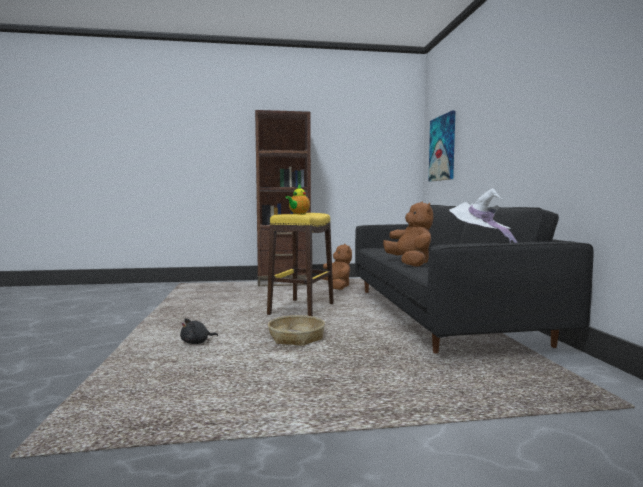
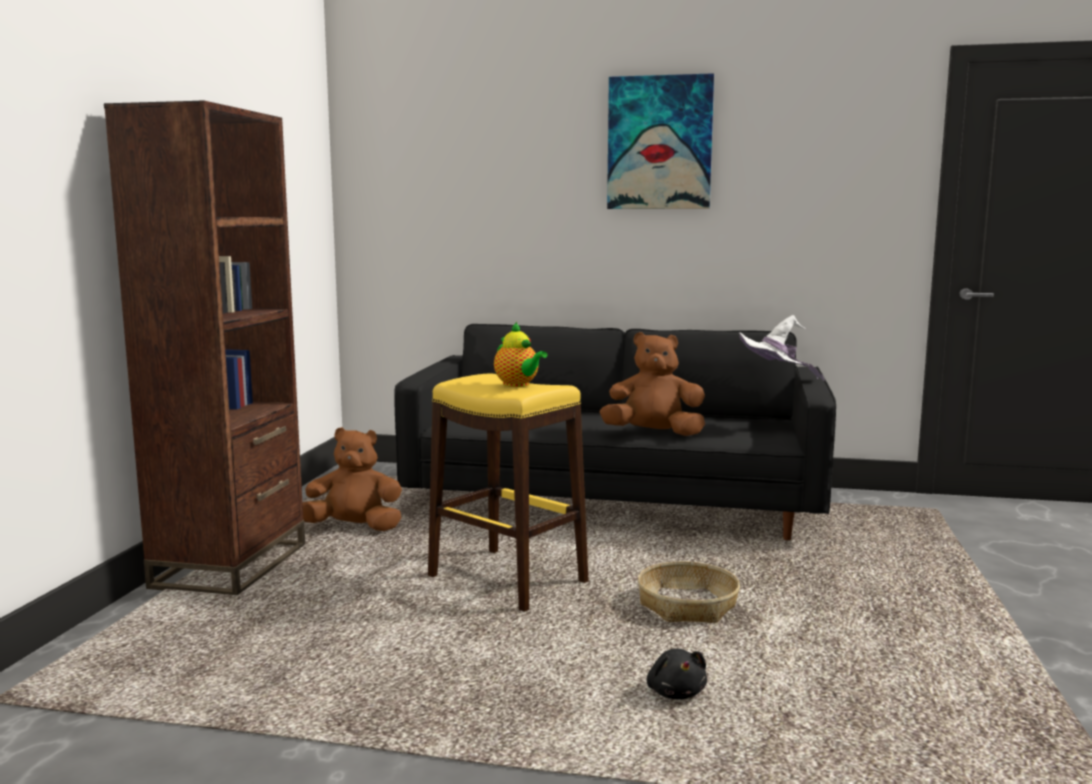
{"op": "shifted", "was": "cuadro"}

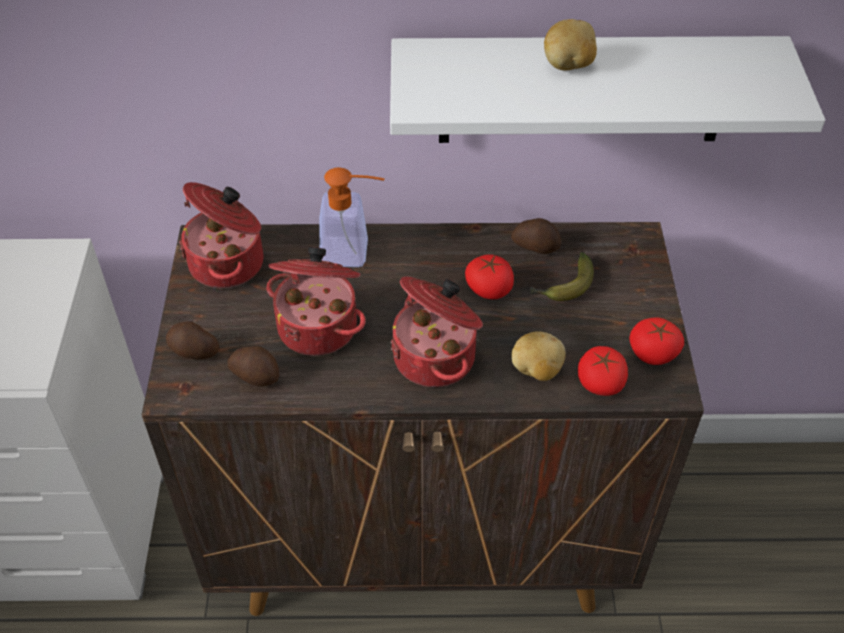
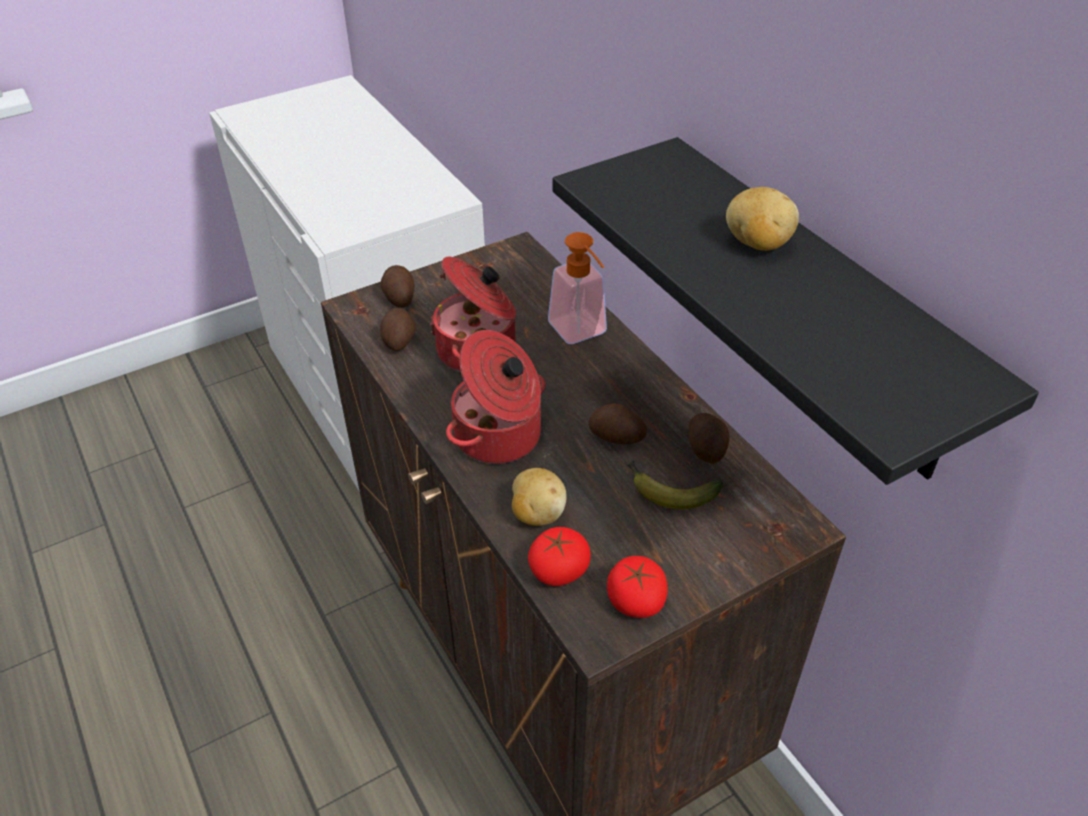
{"op": "repainted", "was": "estante [blanco]", "now": "estante [negro]"}
{"op": "swapped", "was": "tomate (no. 1 from left)", "now": "patata (no. 4 from left)"}
{"op": "gone", "was": "olla (no. 1 from left)"}

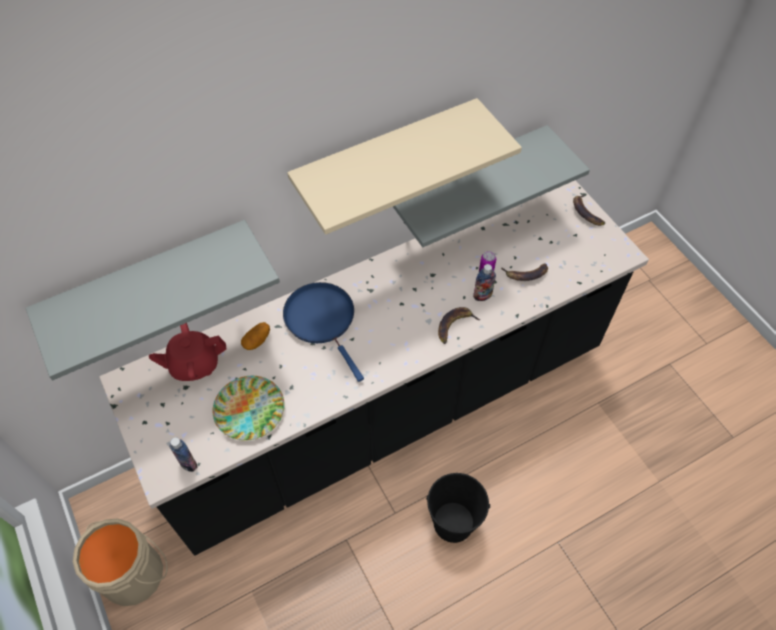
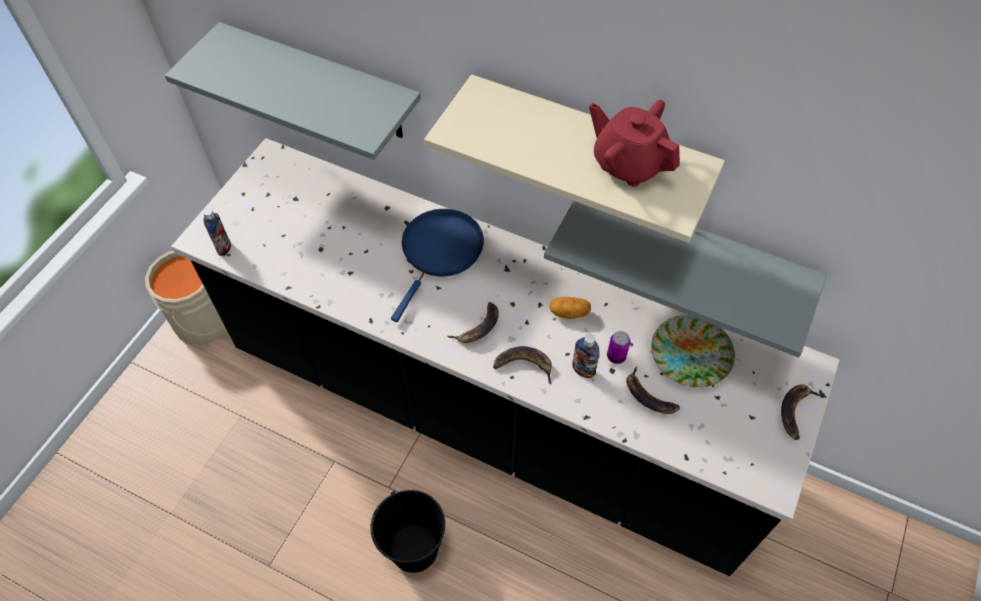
{"op": "new", "now": "plátano (no. 1 from left)"}
{"op": "shifted", "was": "patata"}
{"op": "shifted", "was": "tetera [rojo]"}
{"op": "shifted", "was": "plato"}

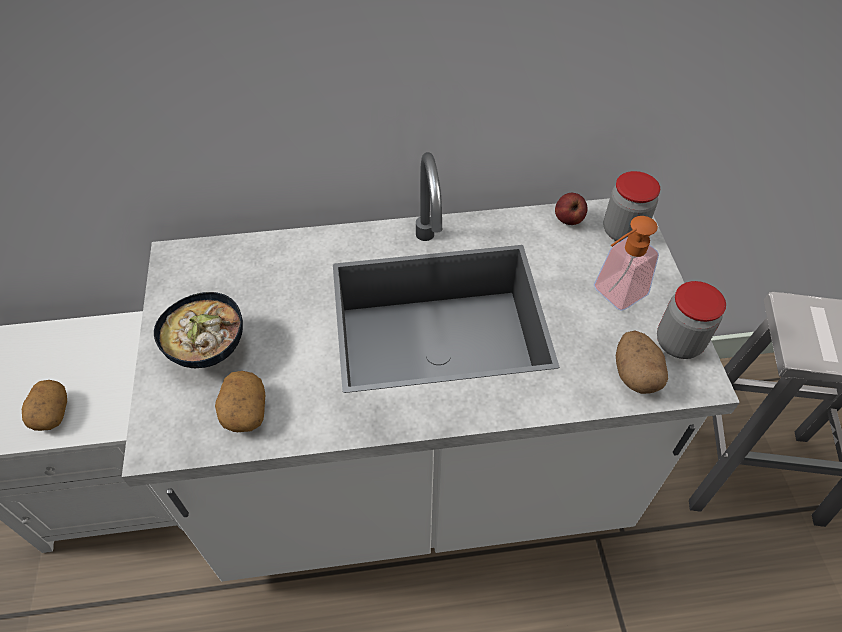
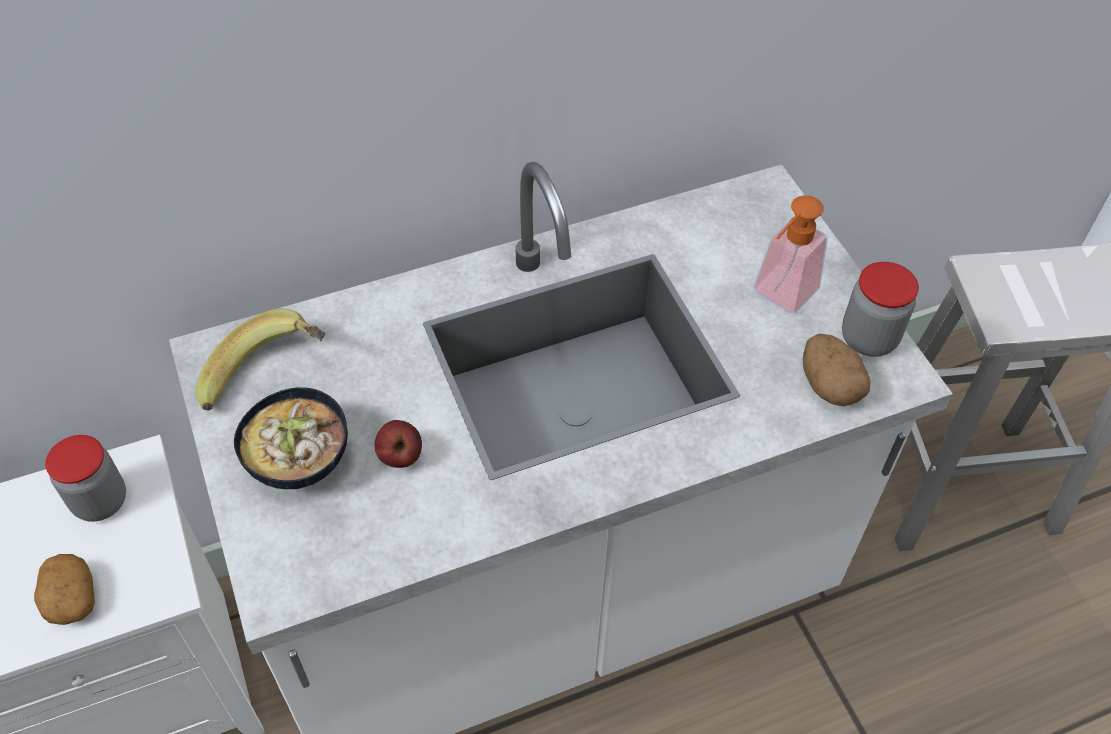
{"op": "shifted", "was": "tarro (no. 1 from left)"}
{"op": "new", "now": "plátano"}
{"op": "shifted", "was": "manzana"}
{"op": "gone", "was": "patata (no. 2 from left)"}

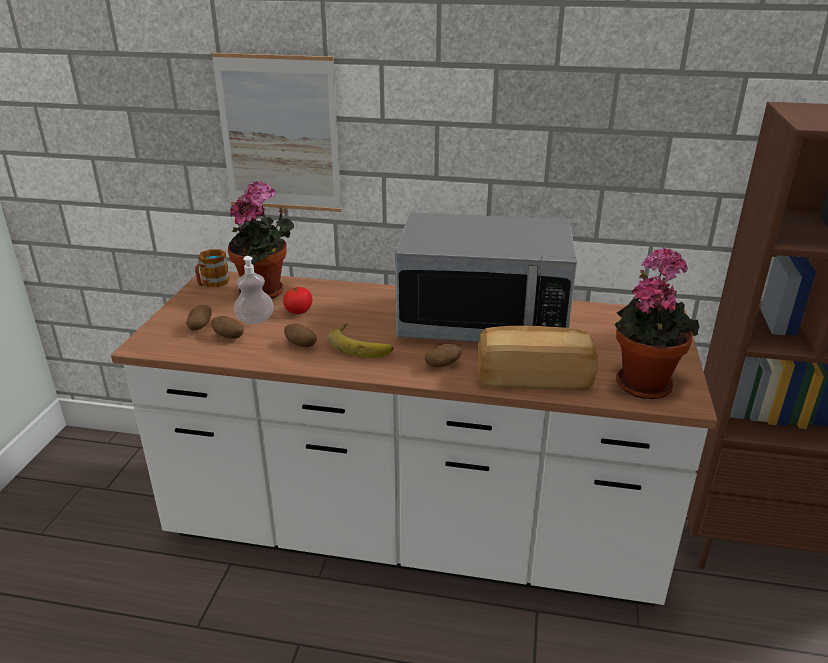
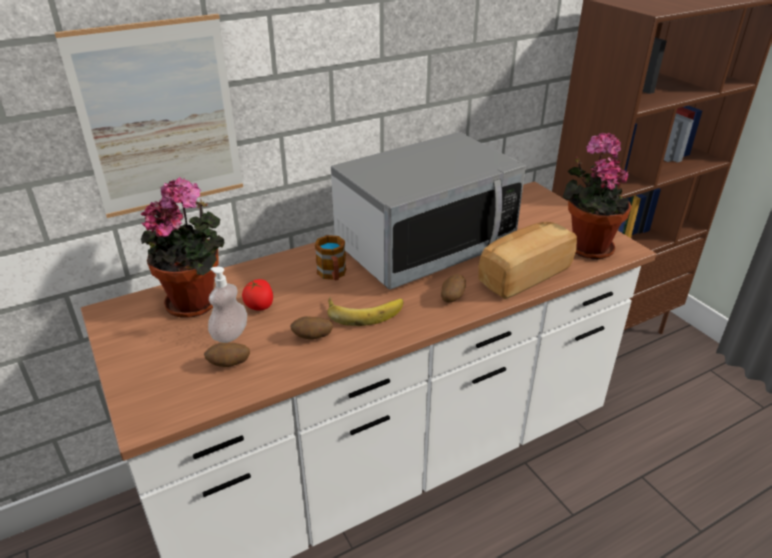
{"op": "shifted", "was": "taza grande"}
{"op": "gone", "was": "patata (no. 1 from left)"}

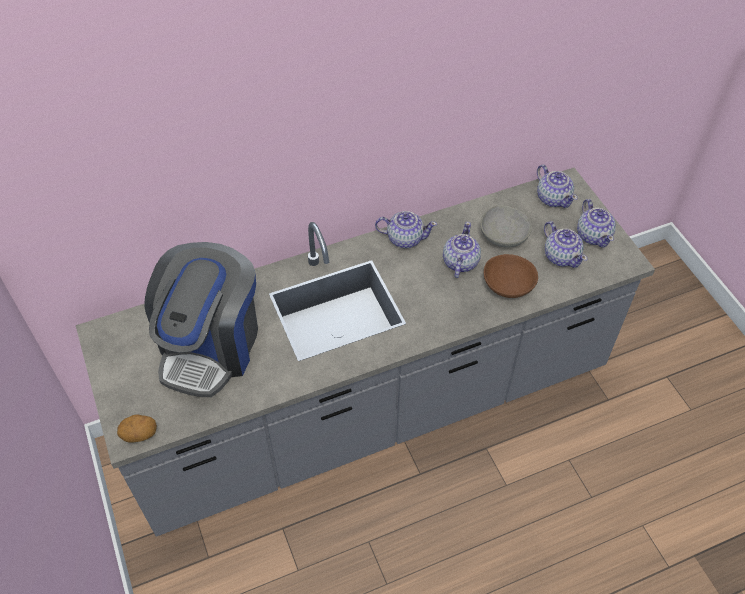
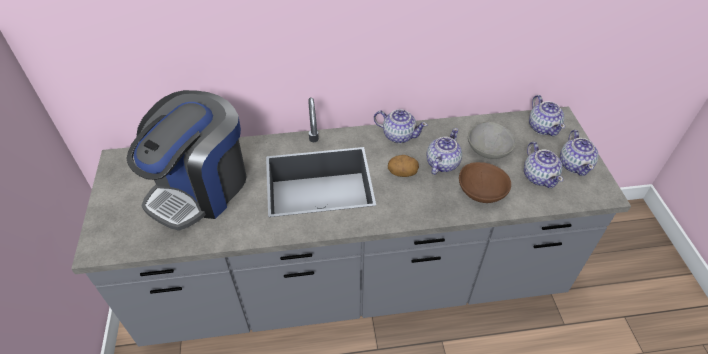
{"op": "shifted", "was": "patata"}

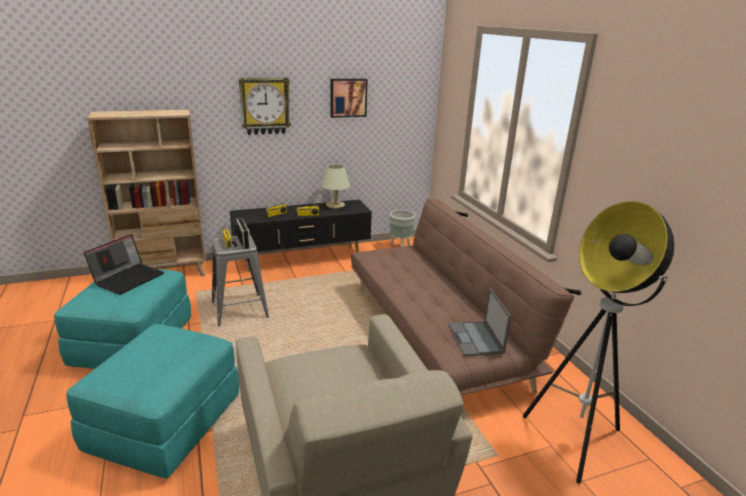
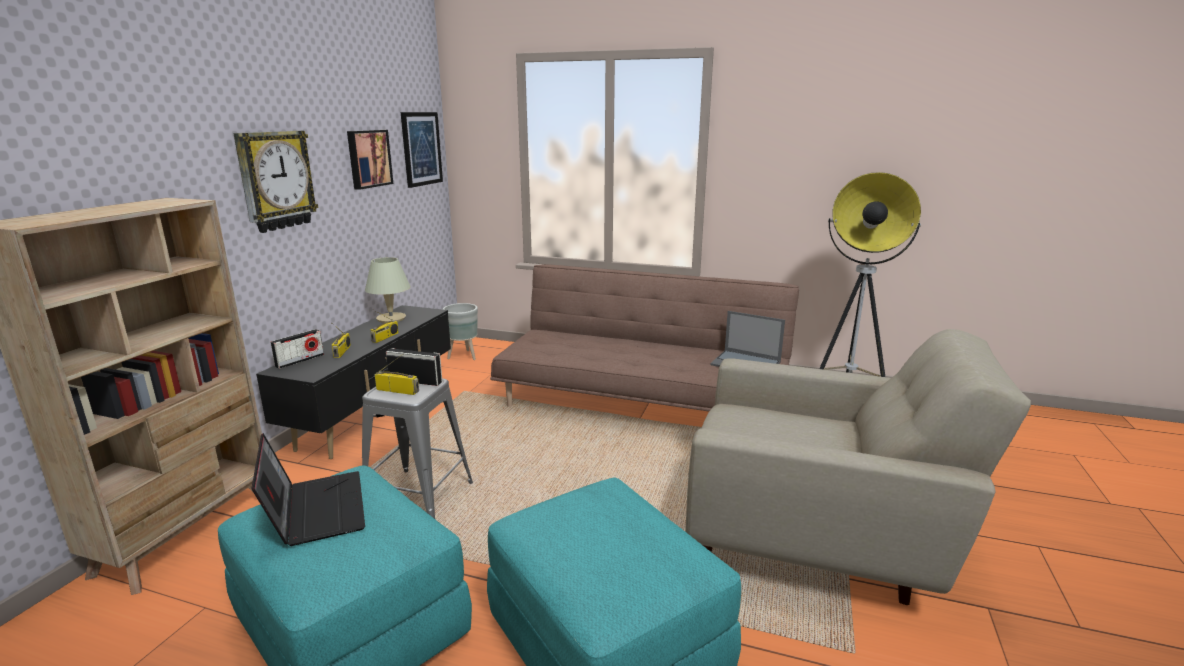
{"op": "new", "now": "radio (no. 1 from left)"}
{"op": "new", "now": "cuadro (no. 2 from left)"}

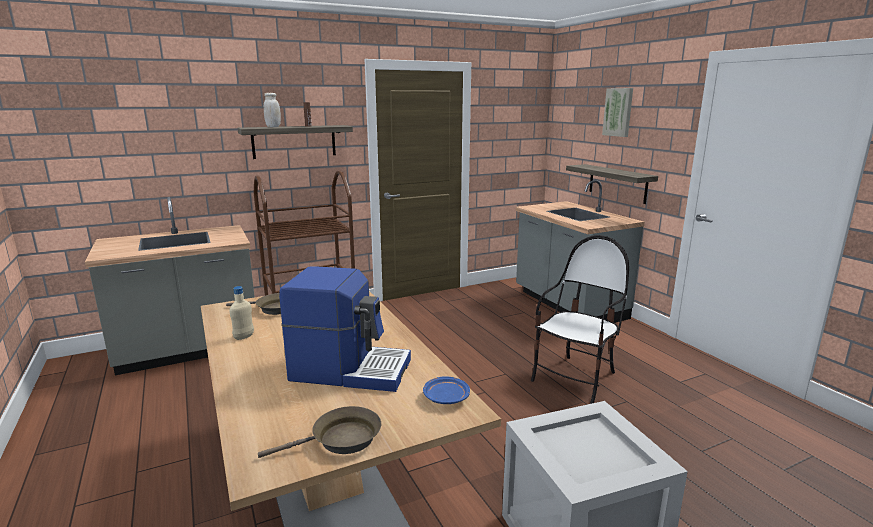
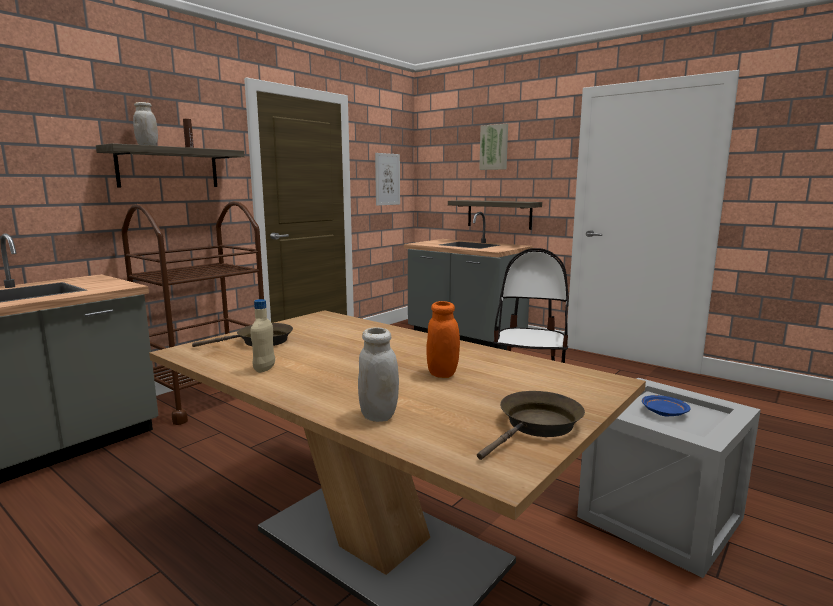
{"op": "new", "now": "tarro [blanco] (no. 2 from left)"}
{"op": "new", "now": "cuadro (no. 1 from left)"}
{"op": "swapped", "was": "cafetera", "now": "tarro [naranja]"}
{"op": "shifted", "was": "plato [azul]"}

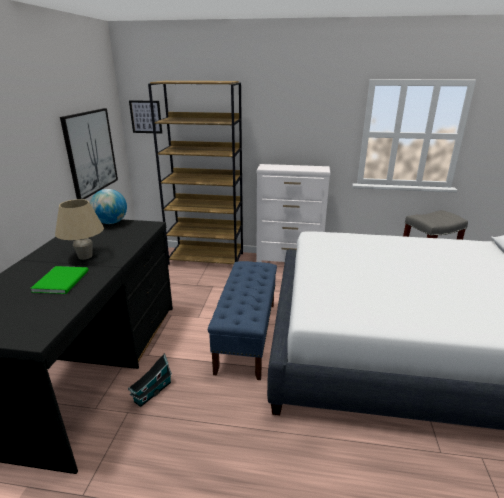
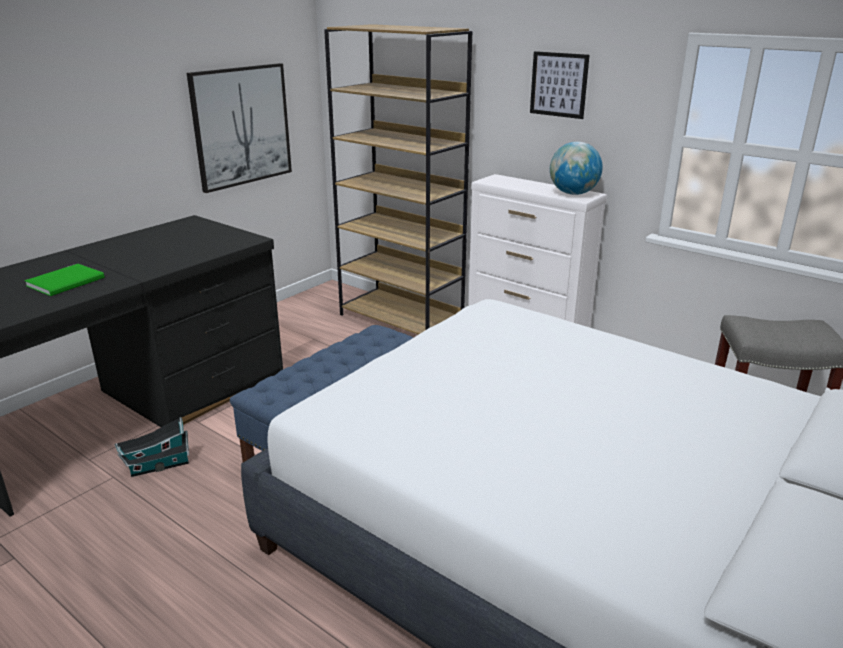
{"op": "shifted", "was": "cuadro (no. 2 from left)"}
{"op": "shifted", "was": "globo terráqueo"}
{"op": "gone", "was": "lámpara de mesa [beis]"}

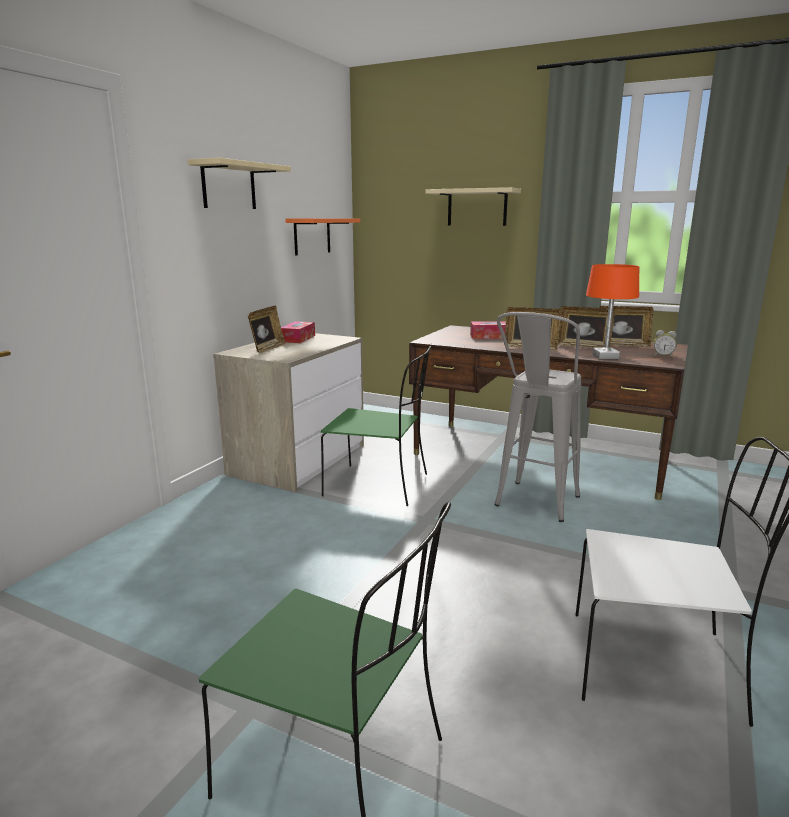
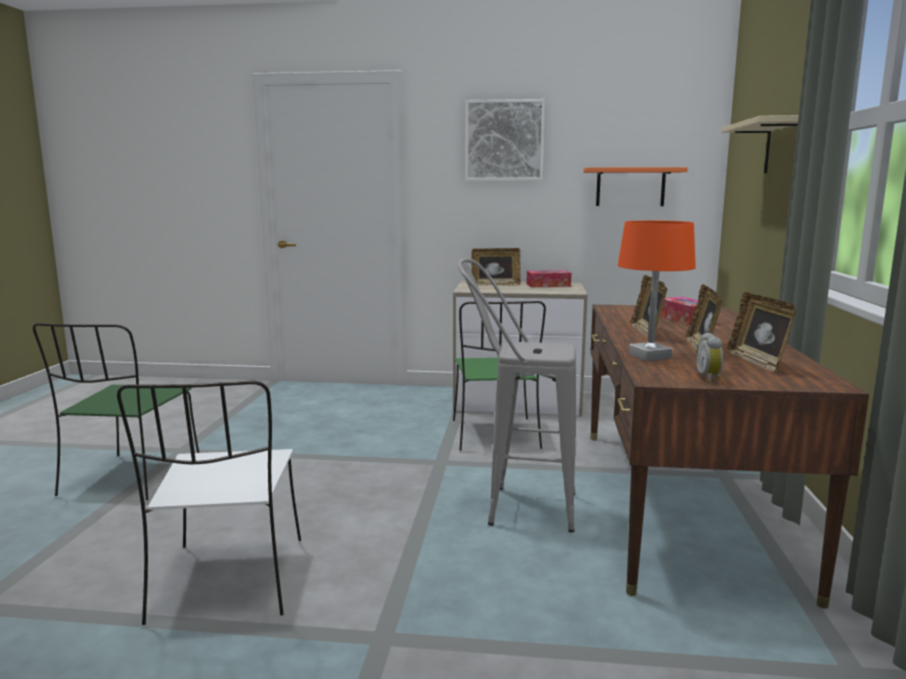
{"op": "swapped", "was": "estante [beis] (no. 1 from left)", "now": "cuadro"}

